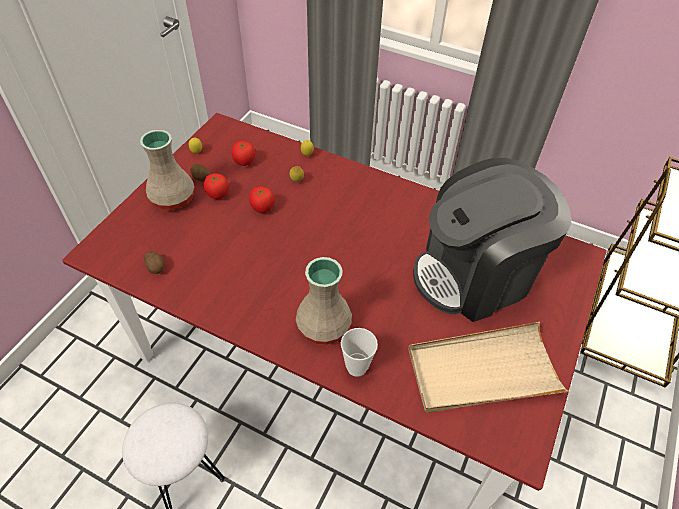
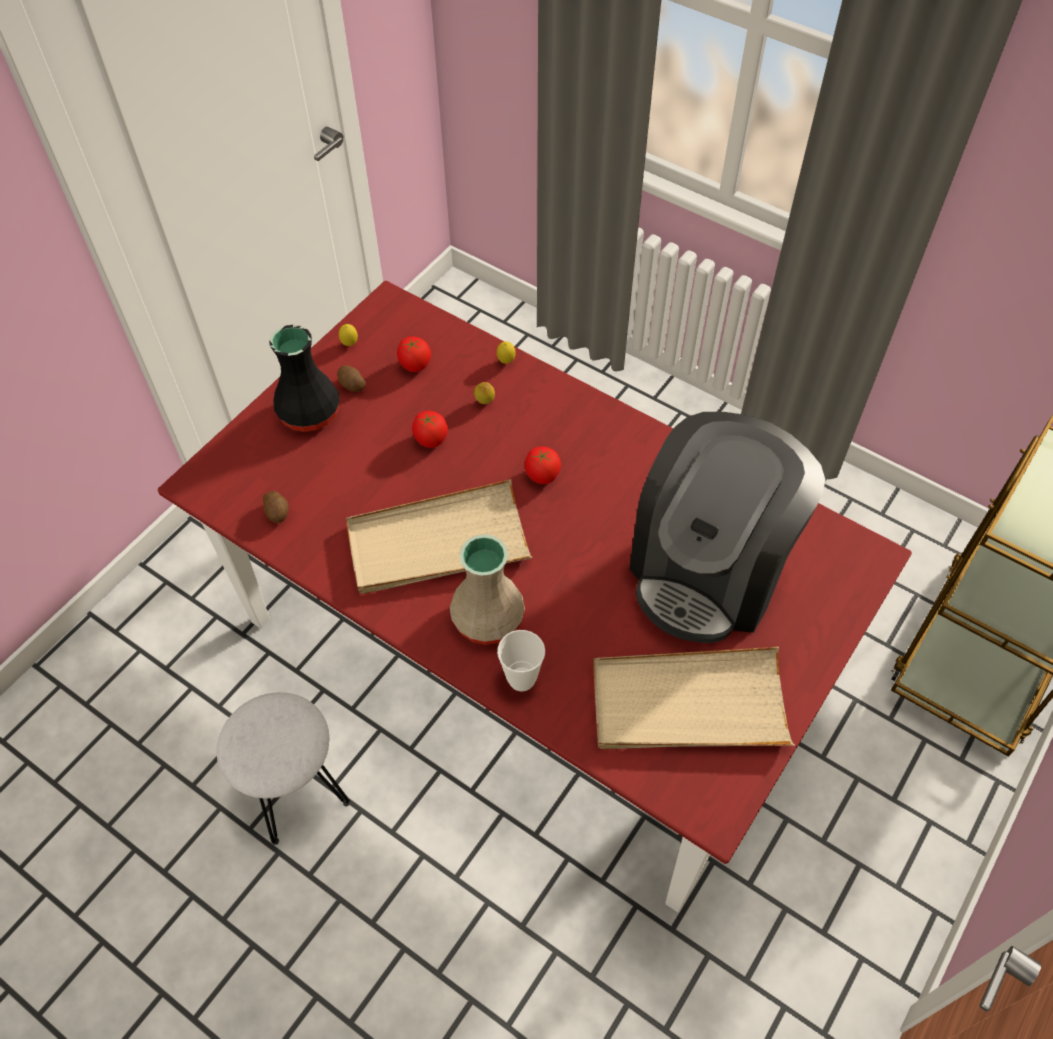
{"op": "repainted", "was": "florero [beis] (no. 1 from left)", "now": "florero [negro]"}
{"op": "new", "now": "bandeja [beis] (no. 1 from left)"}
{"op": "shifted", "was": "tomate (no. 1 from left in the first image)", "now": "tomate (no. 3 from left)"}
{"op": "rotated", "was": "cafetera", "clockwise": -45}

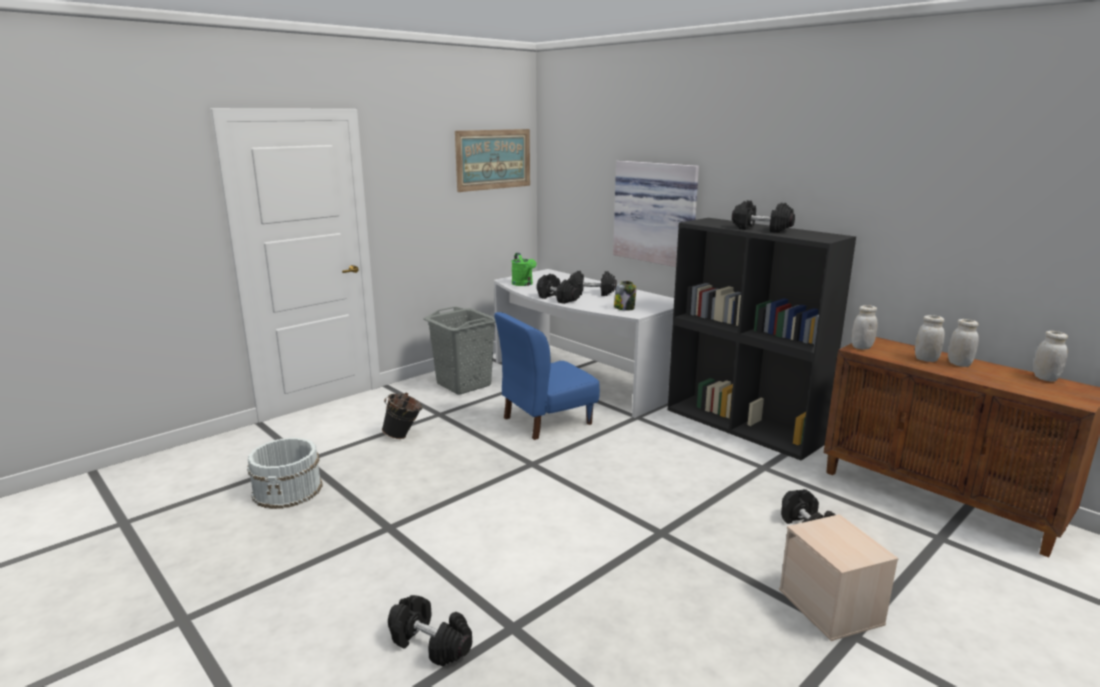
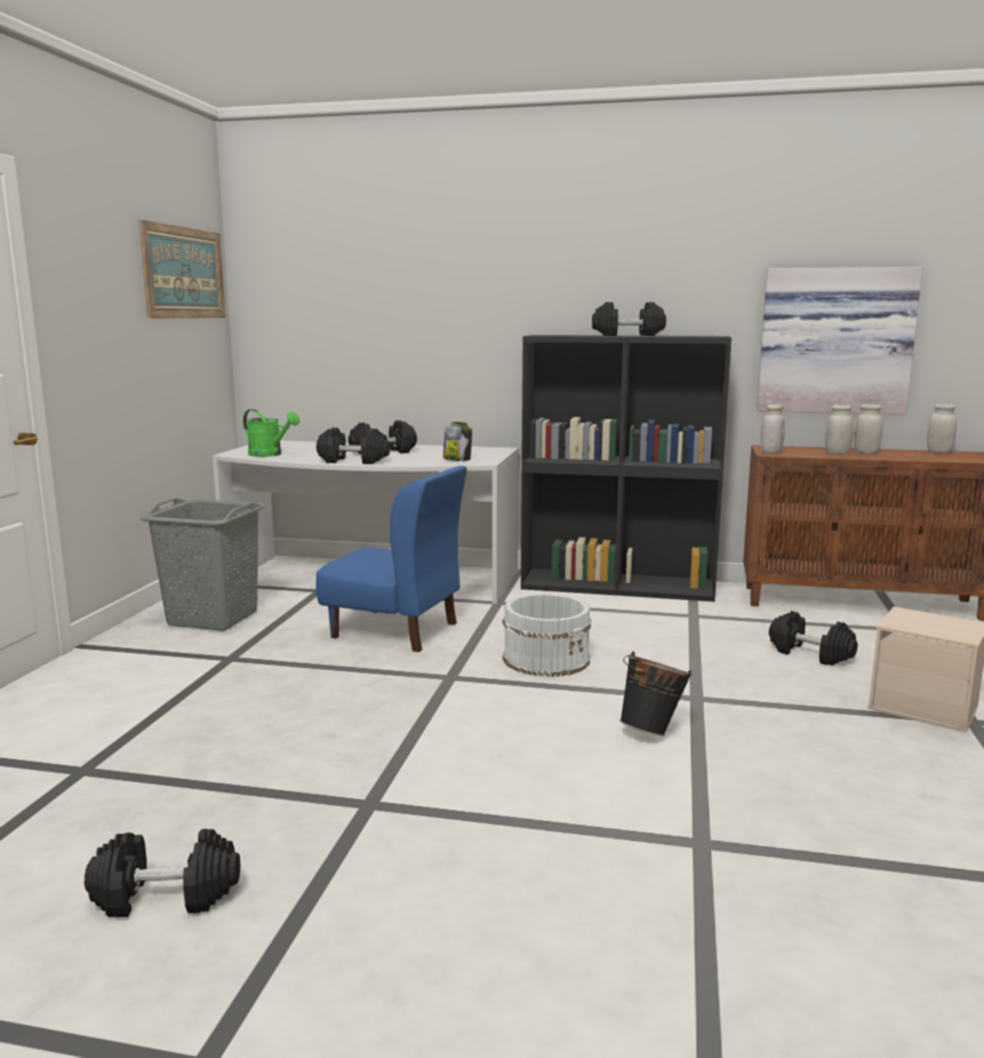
{"op": "shifted", "was": "mancuerna [negro] (no. 1 from left)"}
{"op": "rotated", "was": "silla [azul]", "clockwise": -90}
{"op": "shifted", "was": "cubo [blanco]"}
{"op": "shifted", "was": "cubo [negro]"}
{"op": "shifted", "was": "cuadro (no. 2 from left)"}

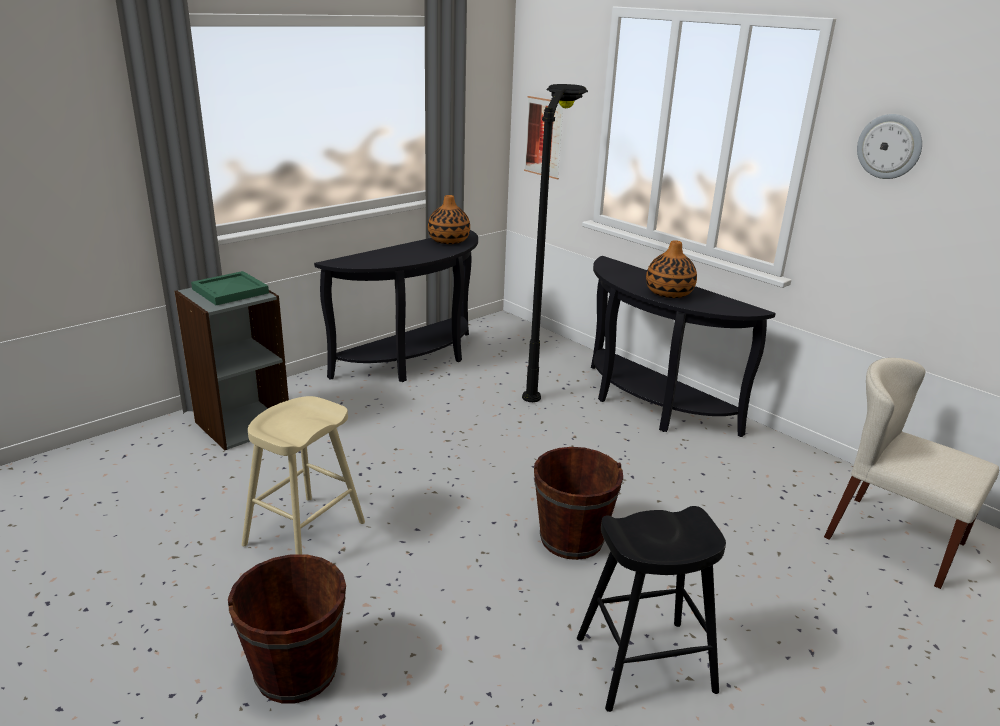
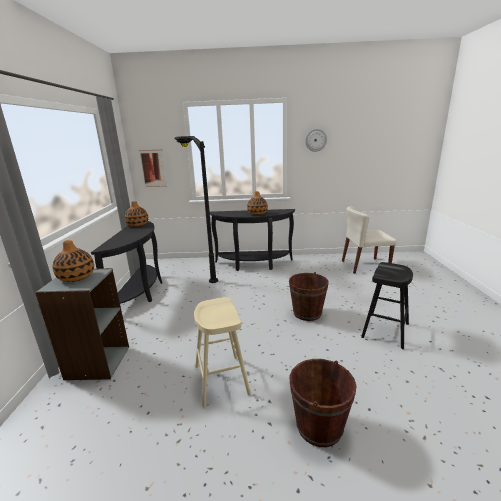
{"op": "swapped", "was": "bandeja [verde]", "now": "florero (no. 1 from left)"}

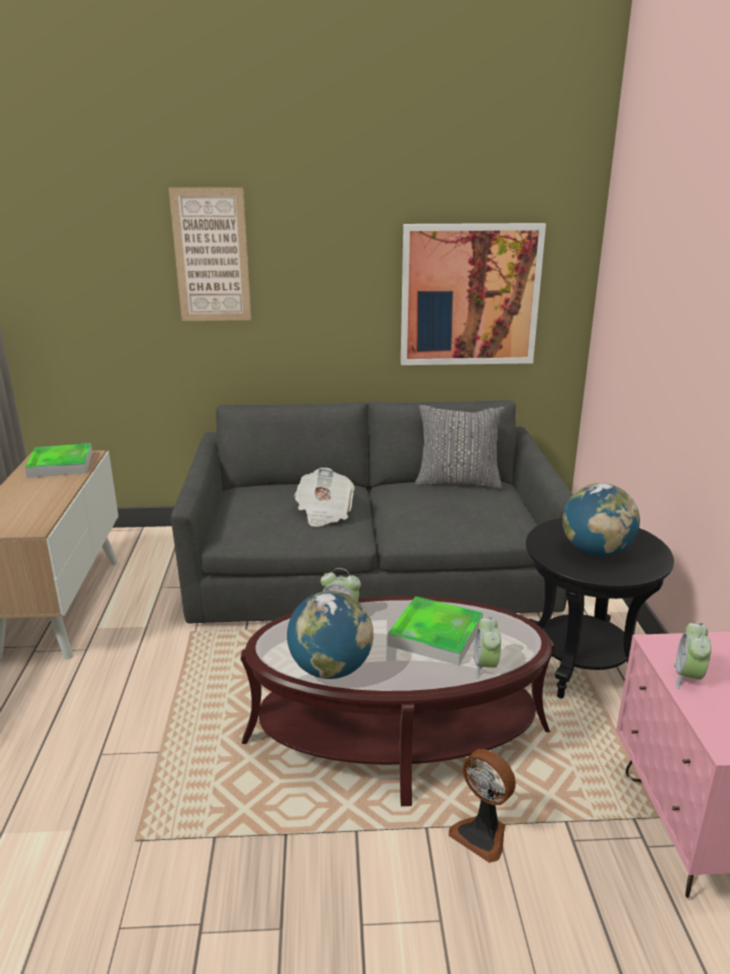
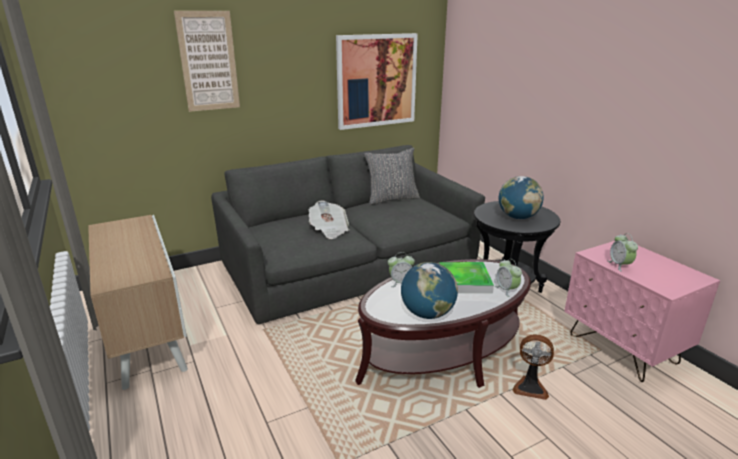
{"op": "gone", "was": "bandeja (no. 1 from left)"}

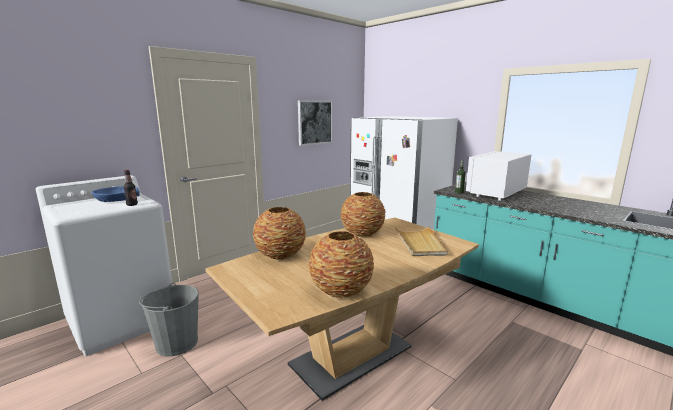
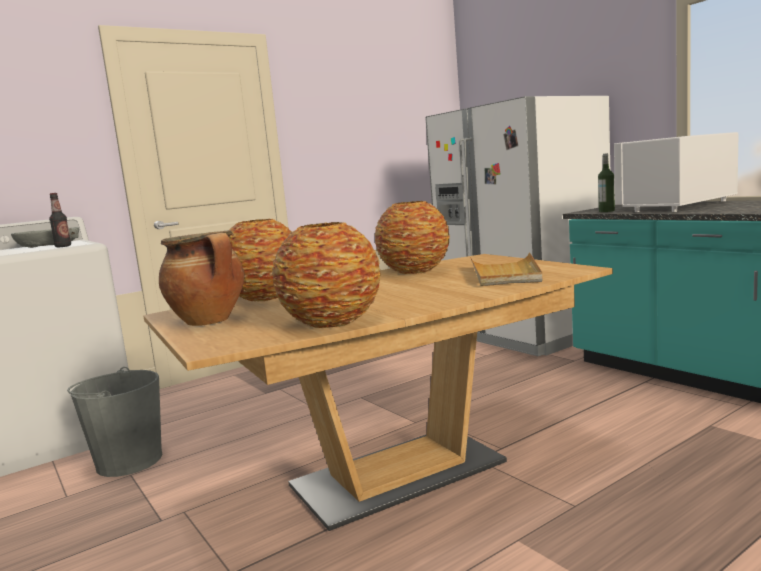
{"op": "repainted", "was": "cuenco [azul]", "now": "cuenco [gris]"}
{"op": "new", "now": "olla"}
{"op": "gone", "was": "cuadro"}

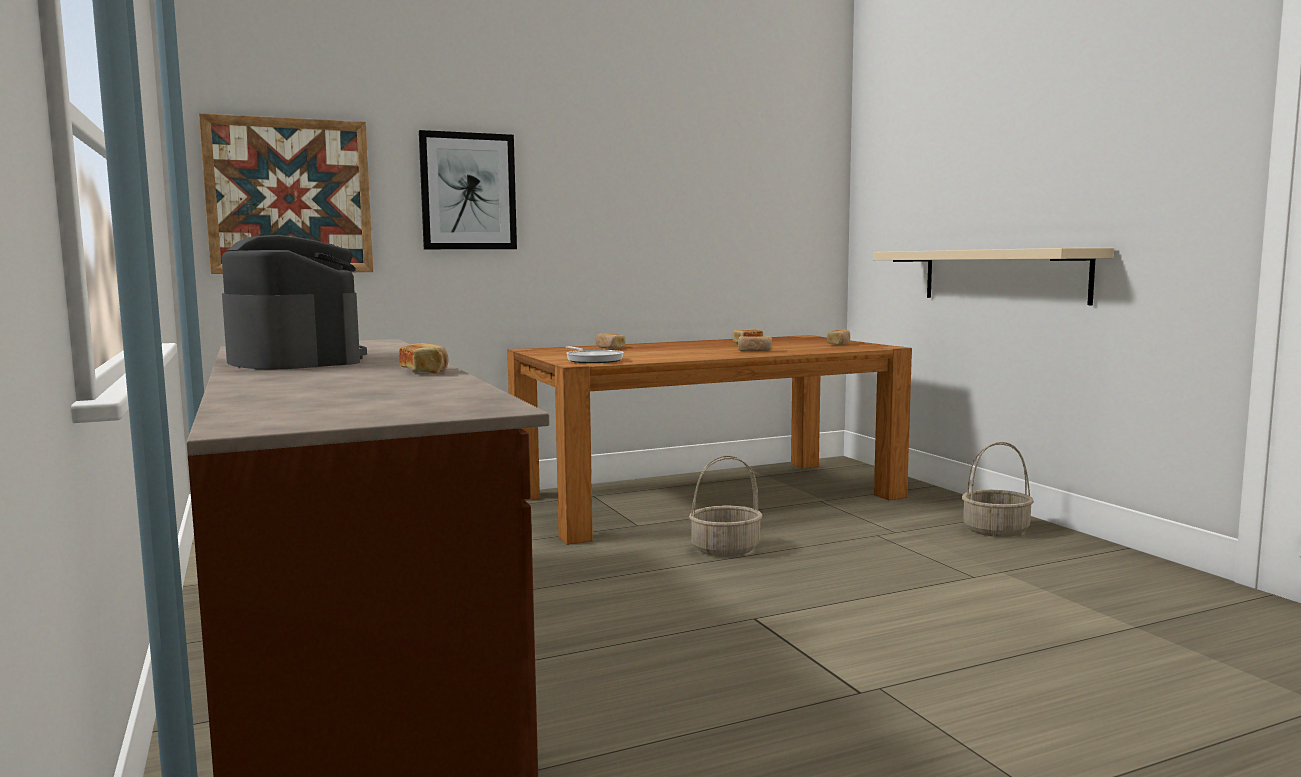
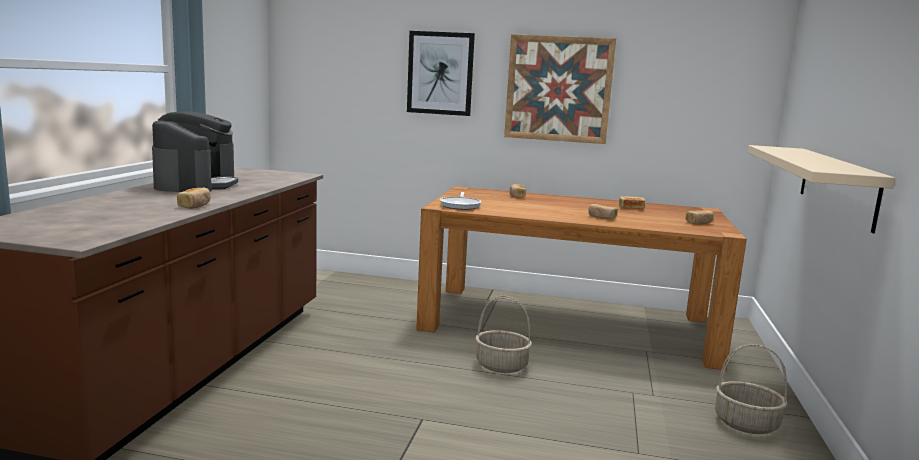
{"op": "shifted", "was": "cuadro (no. 1 from left in the first image)", "now": "cuadro (no. 2 from left)"}

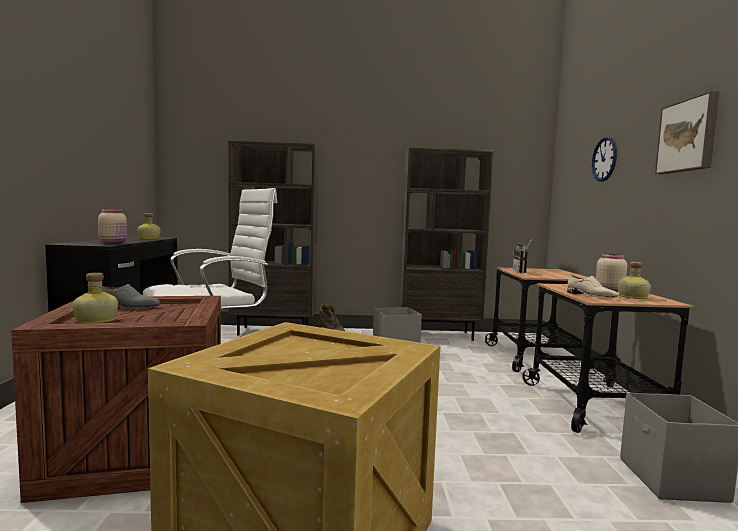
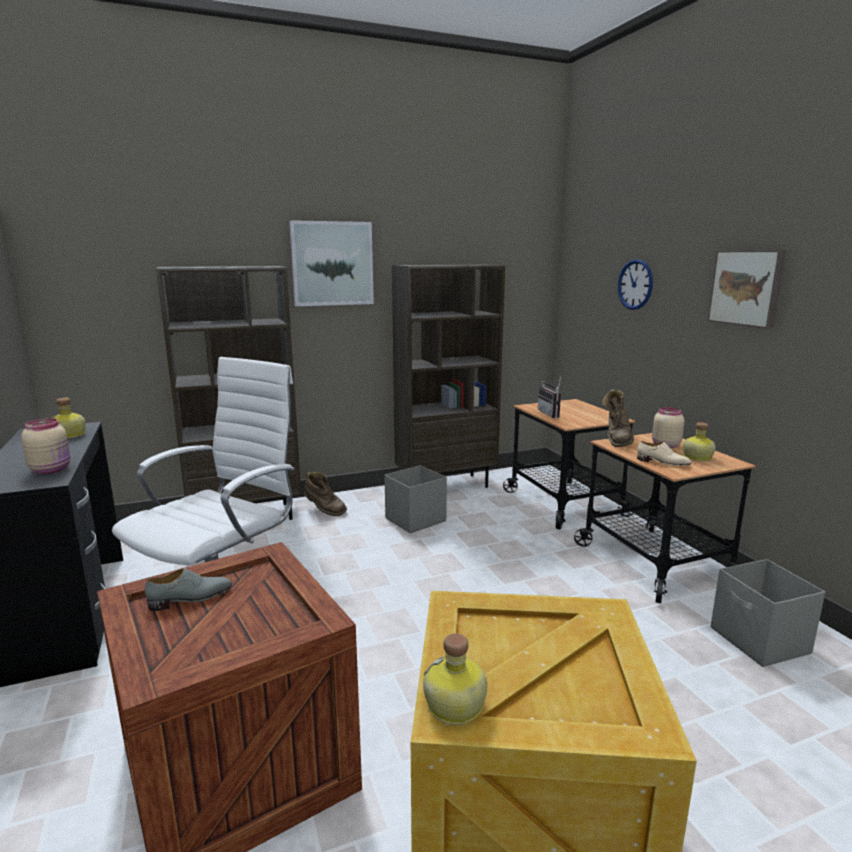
{"op": "new", "now": "cuadro (no. 1 from left)"}
{"op": "shifted", "was": "botella (no. 1 from left in the first image)", "now": "botella (no. 2 from left)"}
{"op": "new", "now": "bota [marrón] (no. 2 from left)"}

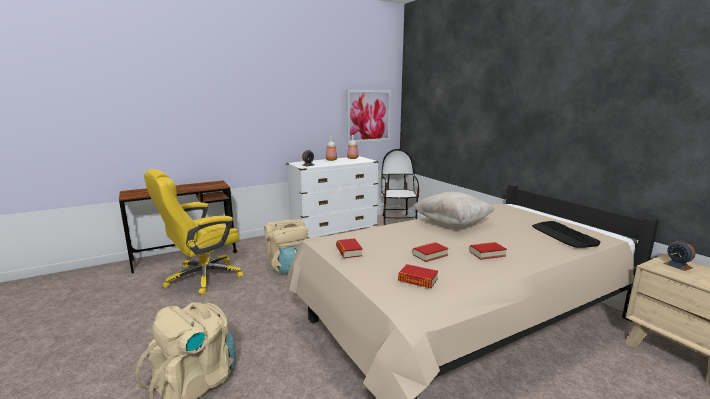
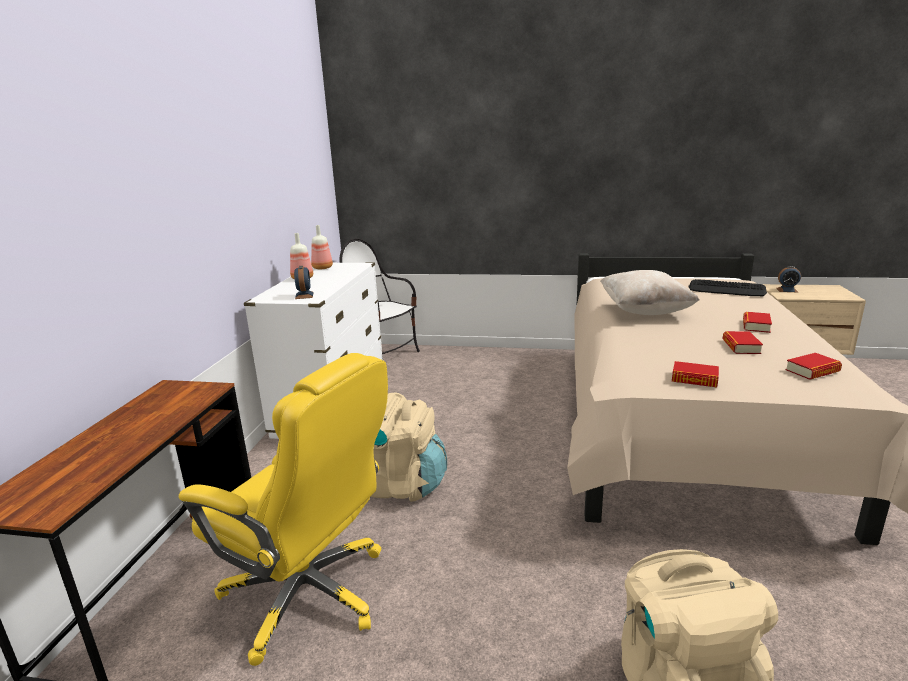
{"op": "rotated", "was": "silla de oficina [amarillo]", "clockwise": -60}
{"op": "gone", "was": "cuadro"}

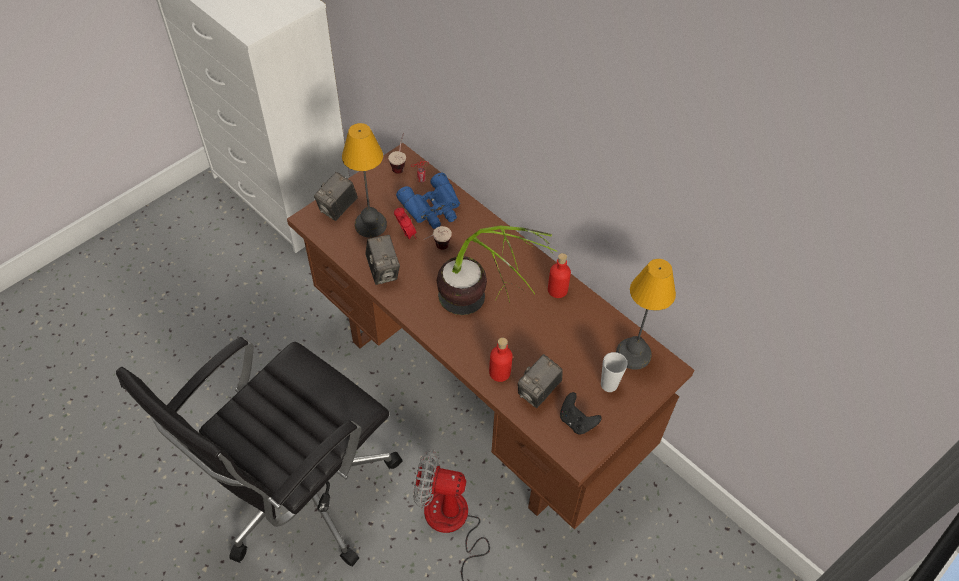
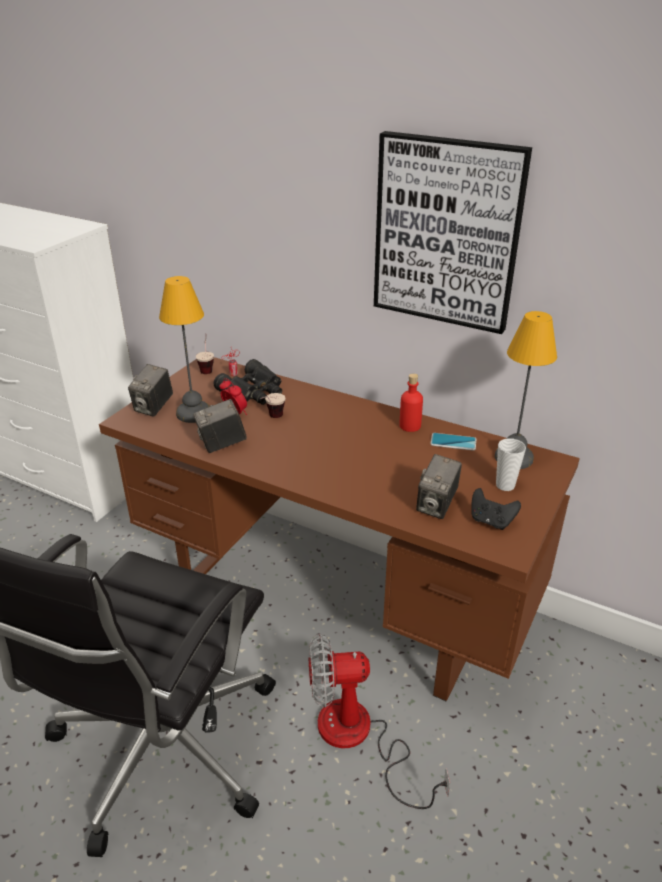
{"op": "rotated", "was": "cámara (no. 2 from left)", "clockwise": 105}
{"op": "repainted", "was": "prismáticos [azul]", "now": "prismáticos [negro]"}
{"op": "new", "now": "cuadro"}
{"op": "new", "now": "móvil"}
{"op": "gone", "was": "planta en maceta"}
{"op": "gone", "was": "botella [rojo] (no. 1 from left)"}

